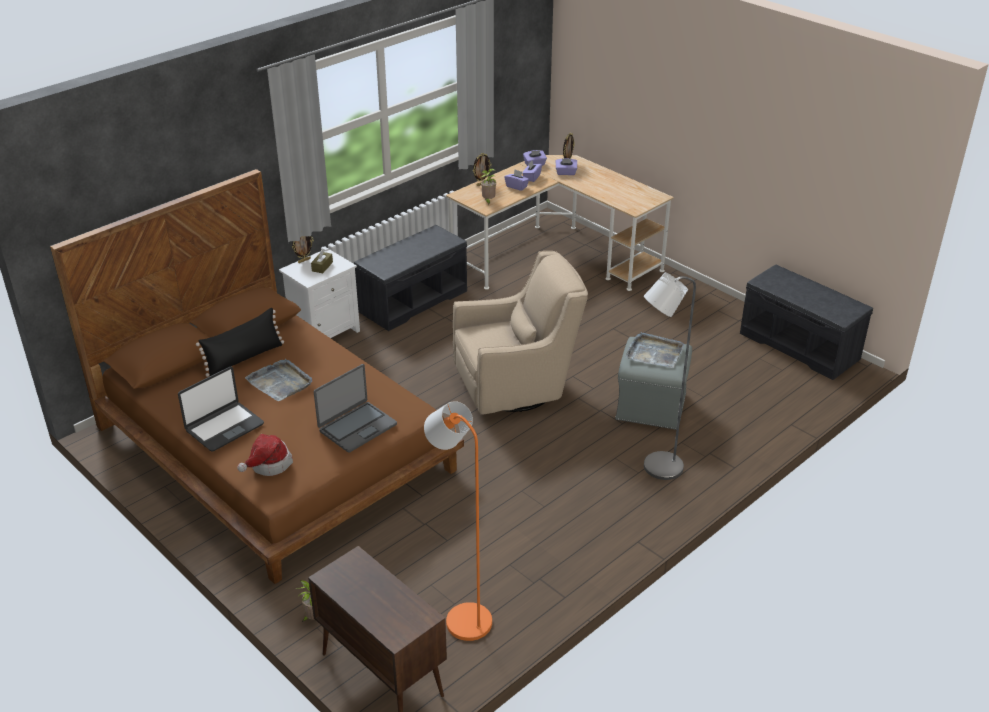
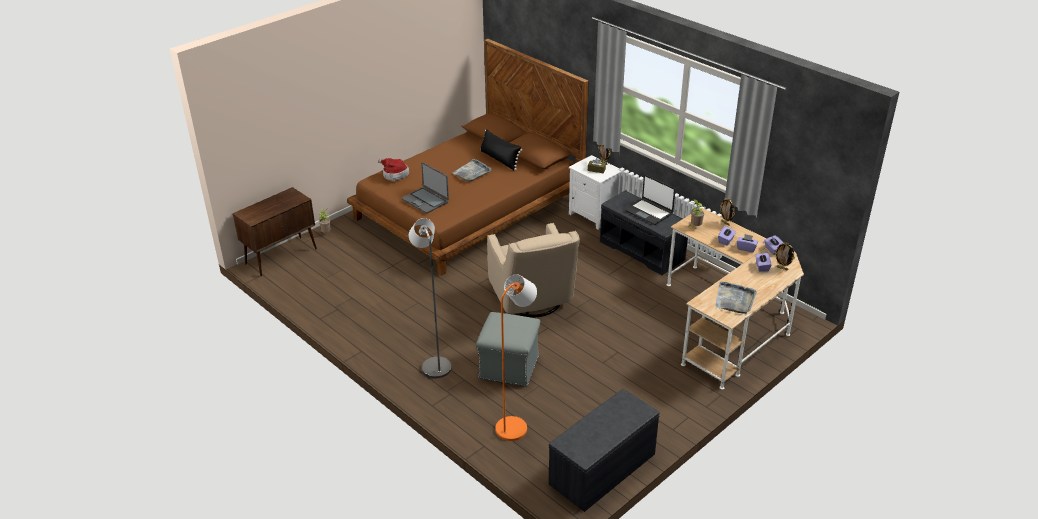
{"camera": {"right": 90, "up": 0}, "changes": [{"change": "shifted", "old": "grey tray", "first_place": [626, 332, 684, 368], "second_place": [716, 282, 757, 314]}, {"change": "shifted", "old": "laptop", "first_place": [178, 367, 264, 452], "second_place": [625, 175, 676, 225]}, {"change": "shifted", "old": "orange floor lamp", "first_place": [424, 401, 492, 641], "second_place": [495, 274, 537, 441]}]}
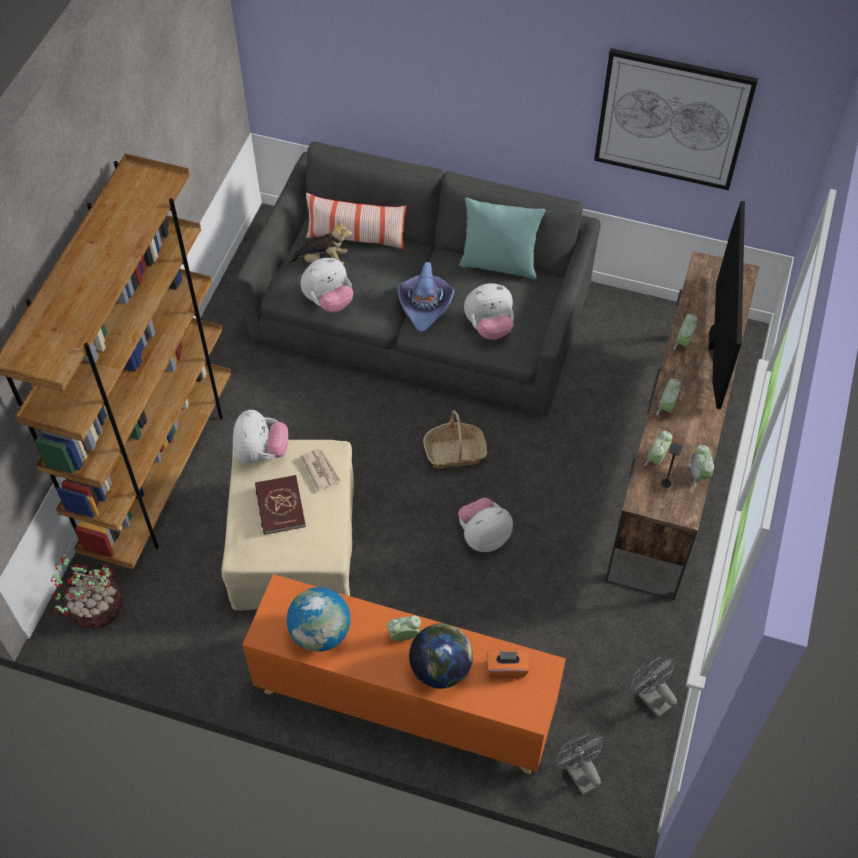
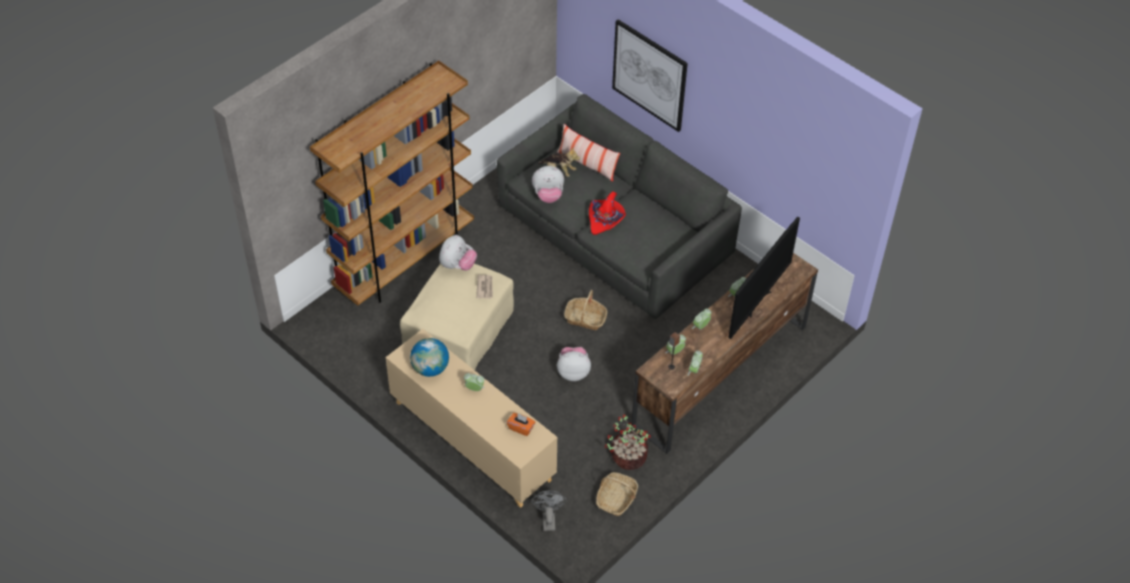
{"camera": {"right": 25, "up": -5}, "changes": [{"change": "shifted", "old": "picture", "first_place": [594, 48, 758, 190], "second_place": [612, 19, 688, 132]}, {"change": "gone", "old": "turquoise pillow", "first_place": [459, 197, 546, 280]}, {"change": "repainted", "old": "purple hat", "new": "red hat", "first_place": [398, 262, 455, 333], "second_place": [589, 191, 626, 235]}, {"change": "gone", "old": "plush toy", "first_place": [464, 283, 514, 340]}, {"change": "gone", "old": "red book", "first_place": [255, 475, 306, 535]}, {"change": "shifted", "old": "potted plant", "first_place": [51, 557, 122, 629], "second_place": [605, 414, 651, 470]}, {"change": "repainted", "old": "orange cabinet", "new": "beige cabinet", "first_place": [242, 574, 566, 774], "second_place": [386, 329, 558, 508]}, {"change": "gone", "old": "globe", "first_place": [409, 623, 473, 689]}, {"change": "swapped", "old": "grey fan", "new": "basket", "first_place": [631, 657, 677, 717], "second_place": [596, 472, 638, 516]}]}
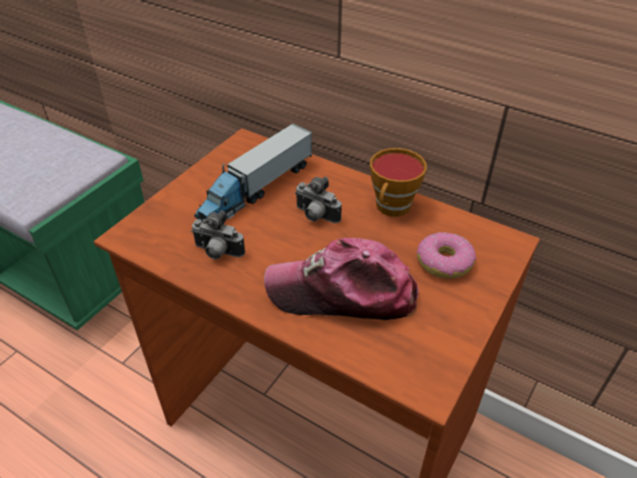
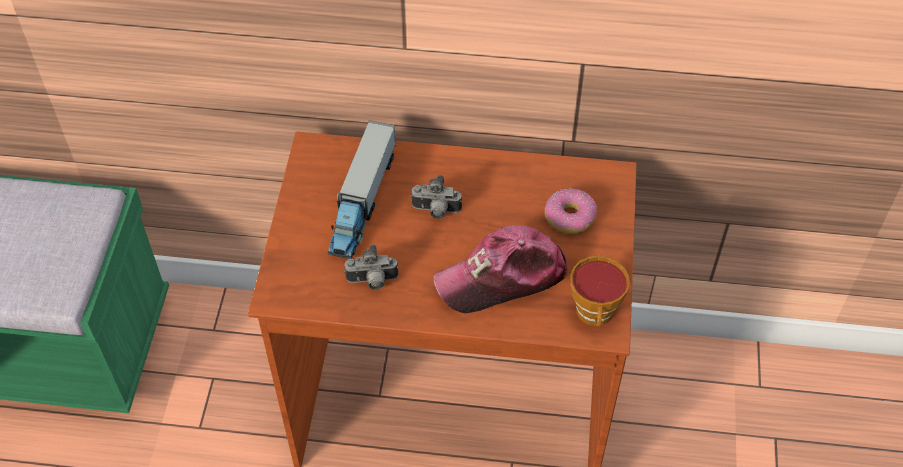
{"camera": {"right": -25, "up": 10}, "changes": [{"change": "shifted", "old": "cup", "first_place": [370, 148, 427, 217], "second_place": [570, 255, 630, 327]}]}
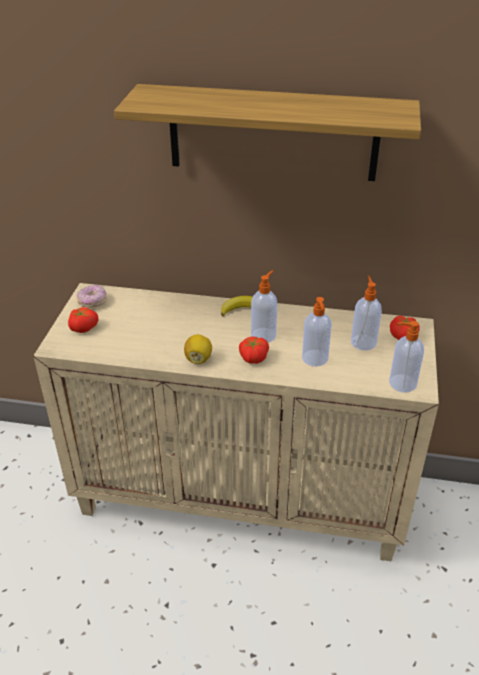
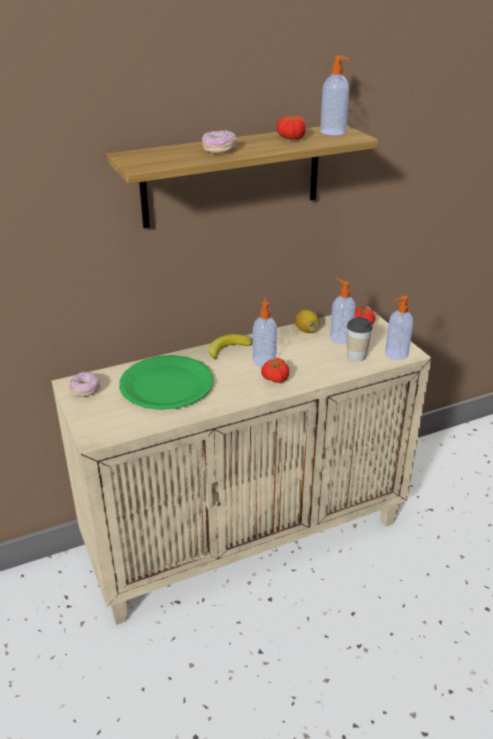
{"camera": {"right": -35, "up": -5}, "changes": [{"change": "shifted", "old": "soap dispenser", "first_place": [302, 297, 332, 367], "second_place": [320, 55, 350, 135]}, {"change": "shifted", "old": "tomato", "first_place": [68, 307, 99, 333], "second_place": [276, 116, 306, 140]}, {"change": "shifted", "old": "lemon", "first_place": [184, 334, 212, 364], "second_place": [294, 310, 319, 333]}, {"change": "new", "new": "donut", "second_place": [202, 130, 237, 154]}, {"change": "new", "new": "cup", "second_place": [347, 317, 373, 361]}, {"change": "new", "new": "green plate", "second_place": [119, 355, 213, 410]}]}
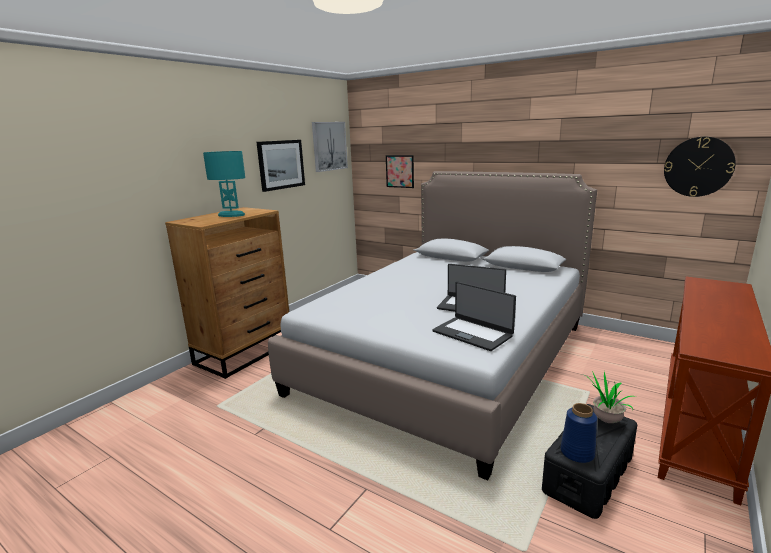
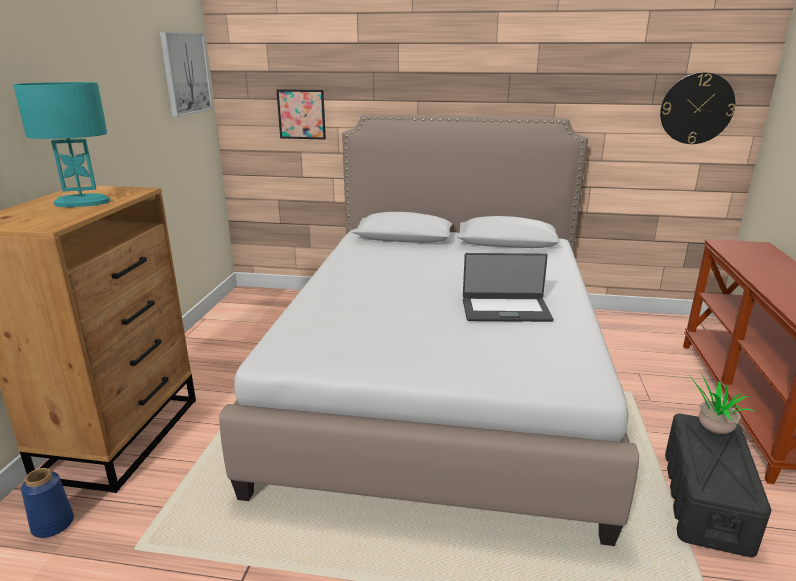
{"camera": {"right": -25, "up": 5}, "changes": [{"change": "gone", "old": "picture", "first_place": [256, 140, 305, 192]}, {"change": "gone", "old": "laptop", "first_place": [432, 282, 516, 351]}, {"change": "shifted", "old": "blue vase", "first_place": [561, 403, 597, 463], "second_place": [21, 468, 74, 538]}]}
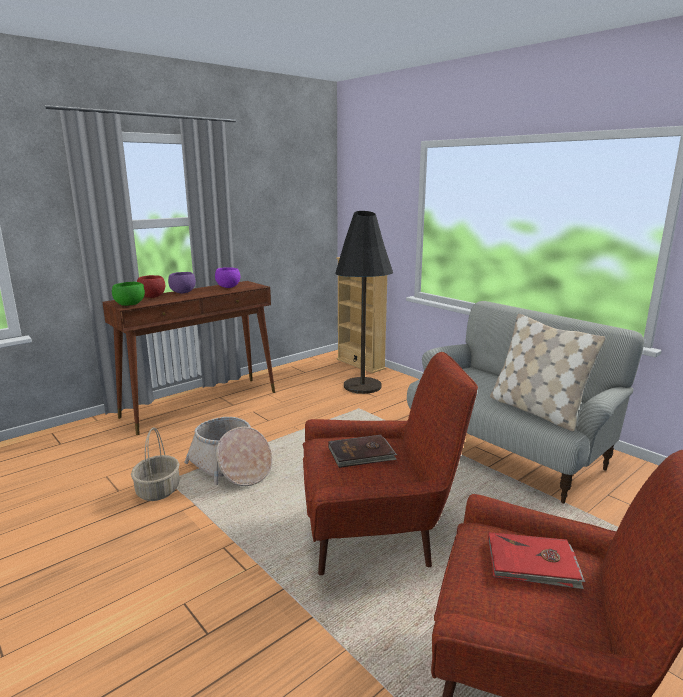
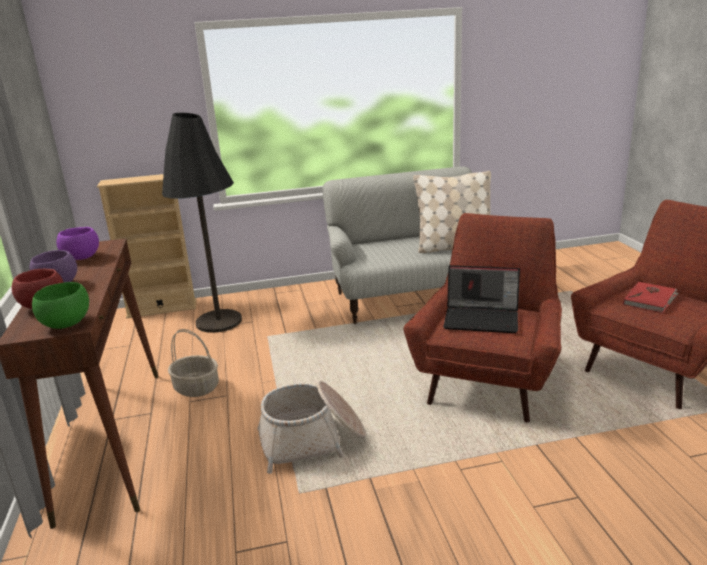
{"camera": {"right": -60, "up": 5}, "changes": [{"change": "shifted", "old": "basket", "first_place": [131, 427, 180, 501], "second_place": [168, 329, 219, 397]}, {"change": "swapped", "old": "brown book", "new": "laptop", "first_place": [328, 435, 397, 468], "second_place": [443, 265, 520, 333]}]}
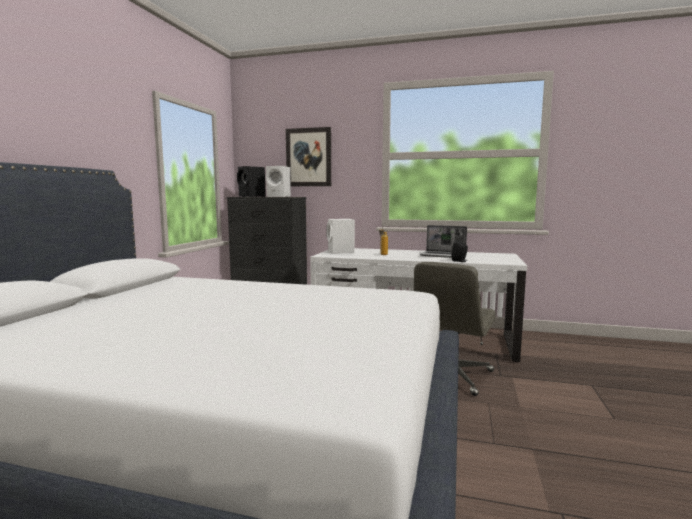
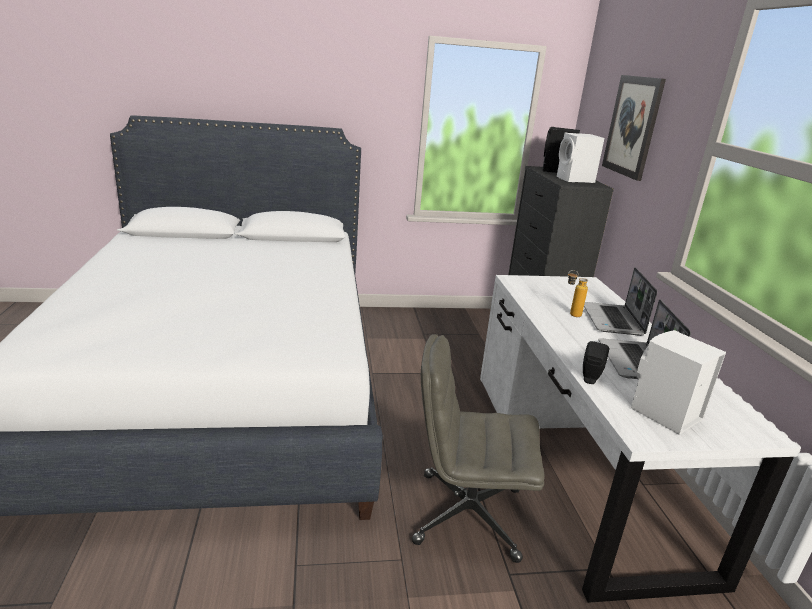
{"camera": {"right": 65, "up": 15}, "changes": [{"change": "shifted", "old": "white speaker", "first_place": [327, 219, 355, 254], "second_place": [631, 330, 726, 435]}, {"change": "new", "new": "laptop", "second_place": [584, 267, 657, 336]}]}
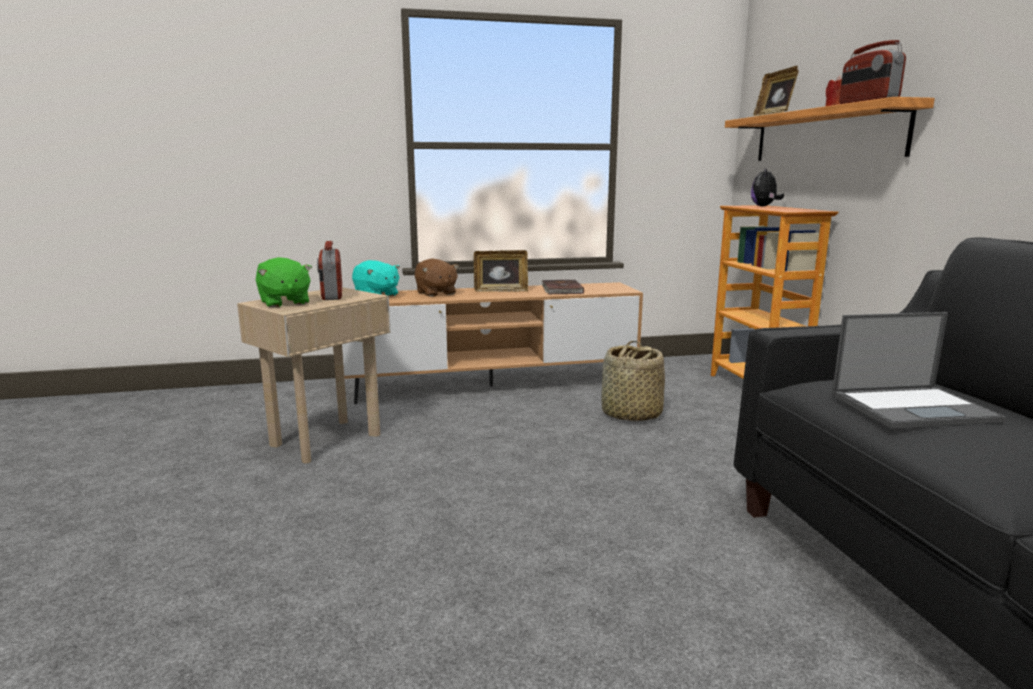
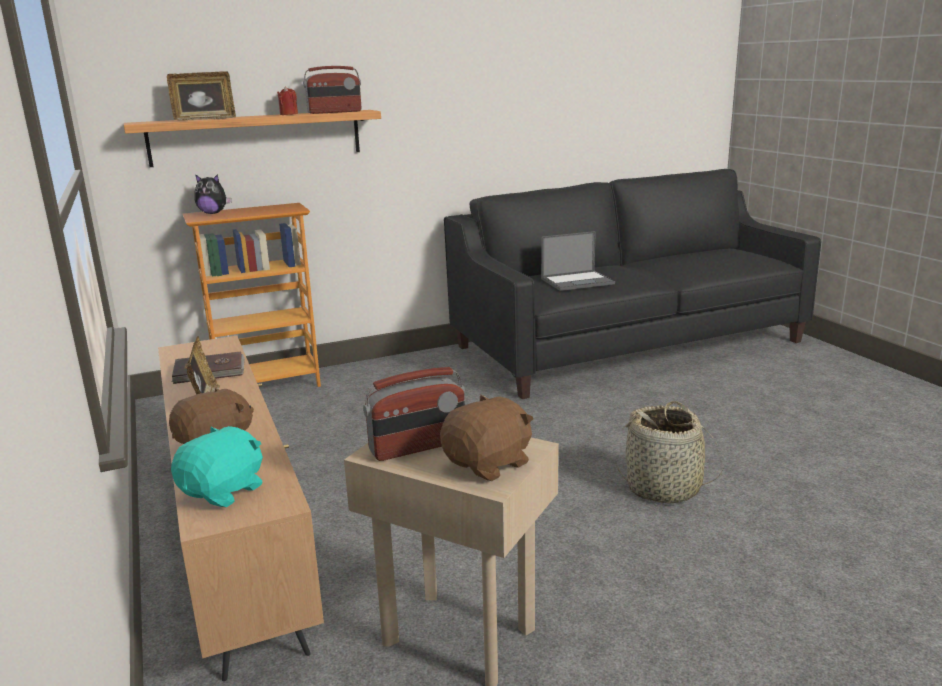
{"camera": {"right": -100, "up": 5}, "changes": [{"change": "repainted", "old": "green plush toy", "new": "brown plush toy", "first_place": [256, 257, 312, 308], "second_place": [440, 395, 534, 481]}, {"change": "rotated", "old": "laptop", "first_place": [832, 312, 1006, 429], "second_place": [541, 231, 615, 291], "degrees": 90}, {"change": "shifted", "old": "basket", "first_place": [601, 341, 665, 421], "second_place": [617, 401, 724, 504]}]}
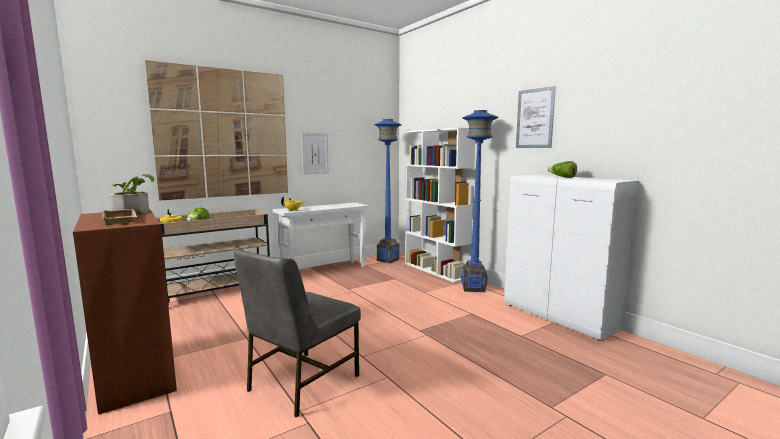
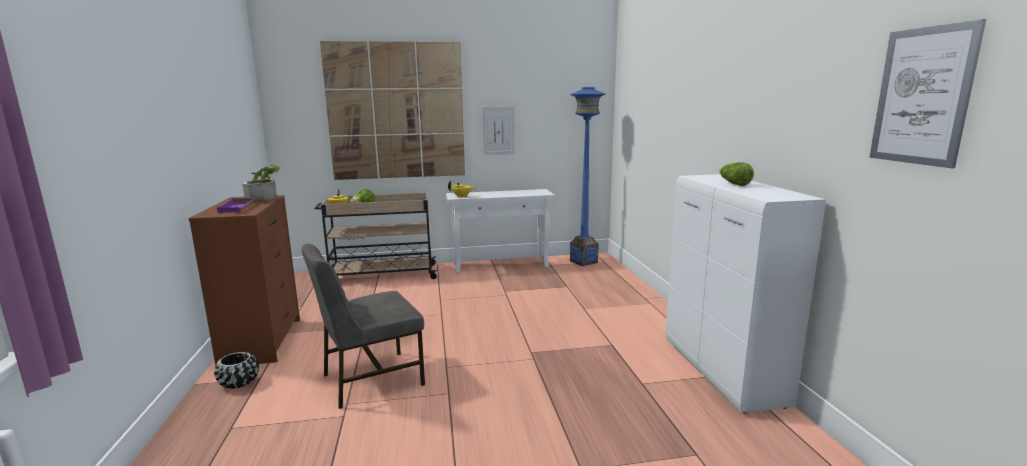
{"camera": {"right": 25, "up": 5}, "changes": [{"change": "shifted", "old": "picture", "first_place": [516, 86, 556, 148], "second_place": [870, 19, 986, 168]}, {"change": "gone", "old": "blue floor lamp", "first_place": [461, 110, 499, 292]}, {"change": "gone", "old": "white bookcase", "first_place": [405, 128, 475, 283]}, {"change": "repainted", "old": "beige tray", "new": "purple tray", "first_place": [102, 209, 137, 225], "second_place": [216, 197, 256, 213]}, {"change": "new", "new": "black planter", "second_place": [214, 352, 259, 389]}]}
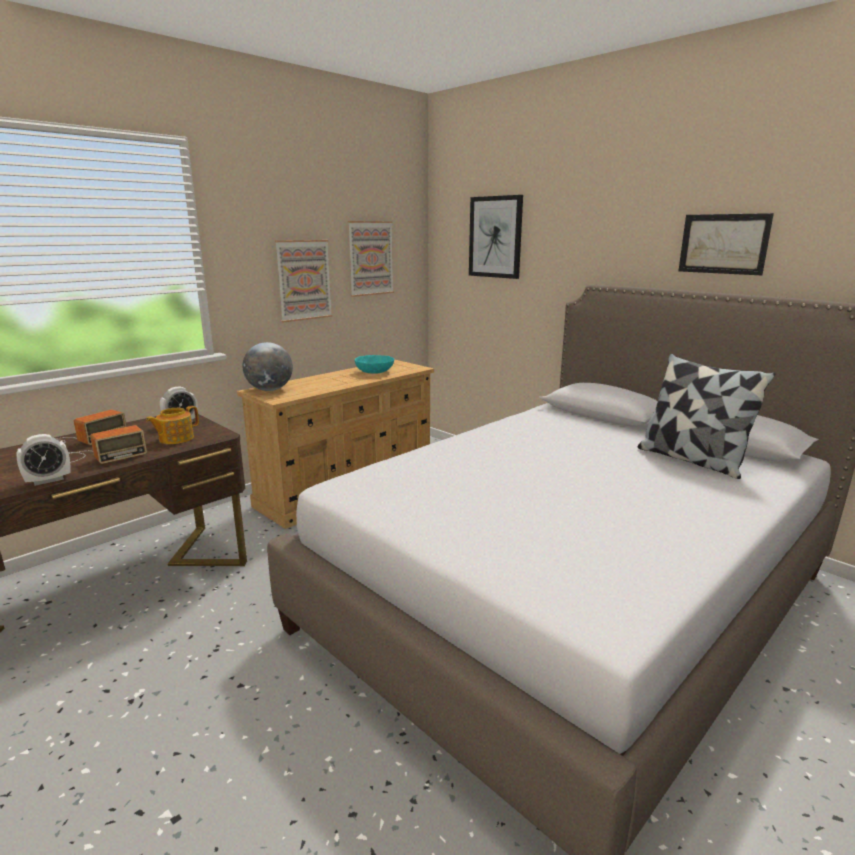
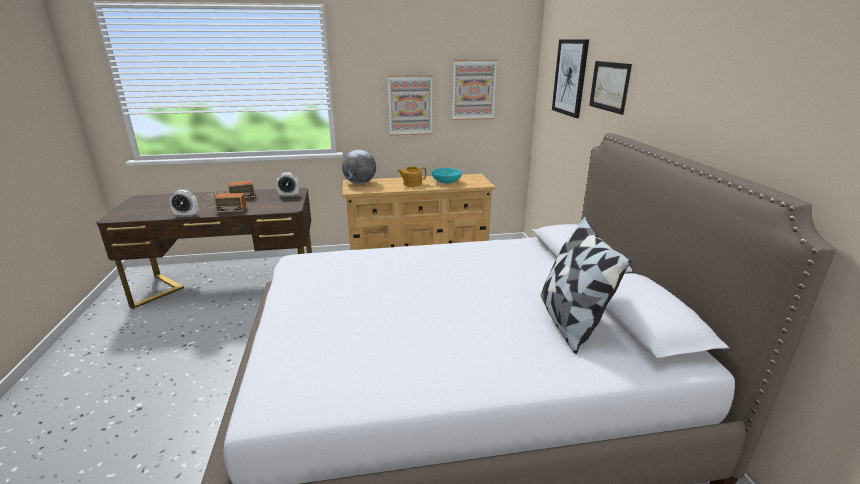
{"camera": {"right": 35, "up": 5}, "changes": [{"change": "shifted", "old": "picture", "first_place": [678, 213, 774, 275], "second_place": [589, 61, 632, 115]}, {"change": "shifted", "old": "teapot", "first_place": [146, 406, 199, 444], "second_place": [397, 167, 426, 187]}]}
